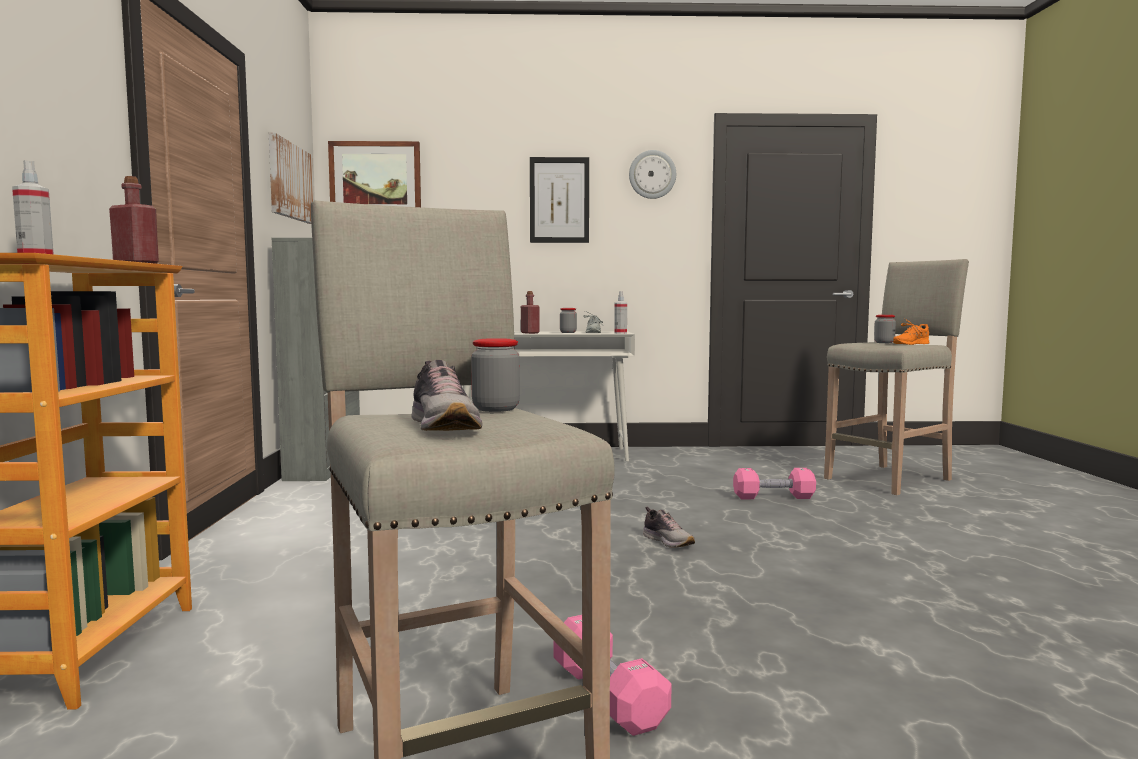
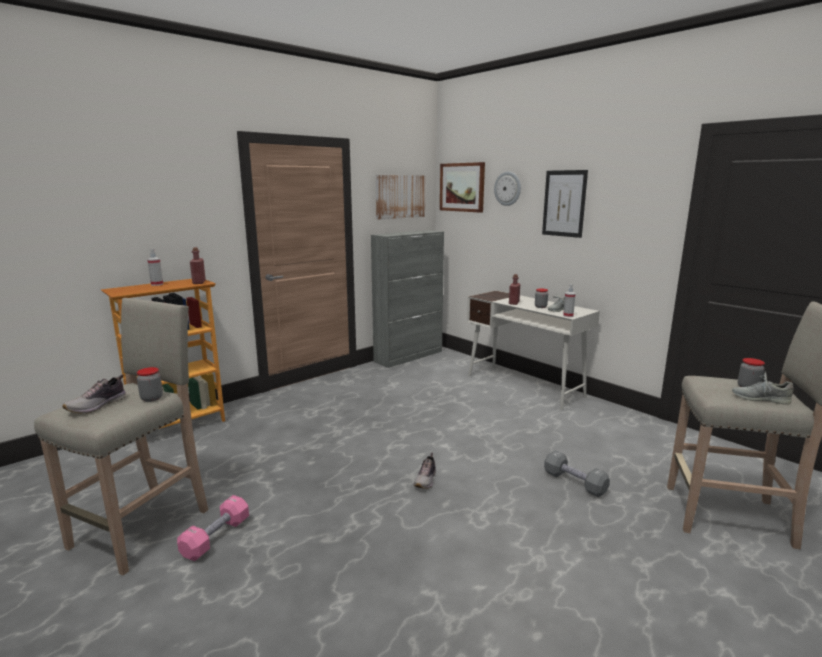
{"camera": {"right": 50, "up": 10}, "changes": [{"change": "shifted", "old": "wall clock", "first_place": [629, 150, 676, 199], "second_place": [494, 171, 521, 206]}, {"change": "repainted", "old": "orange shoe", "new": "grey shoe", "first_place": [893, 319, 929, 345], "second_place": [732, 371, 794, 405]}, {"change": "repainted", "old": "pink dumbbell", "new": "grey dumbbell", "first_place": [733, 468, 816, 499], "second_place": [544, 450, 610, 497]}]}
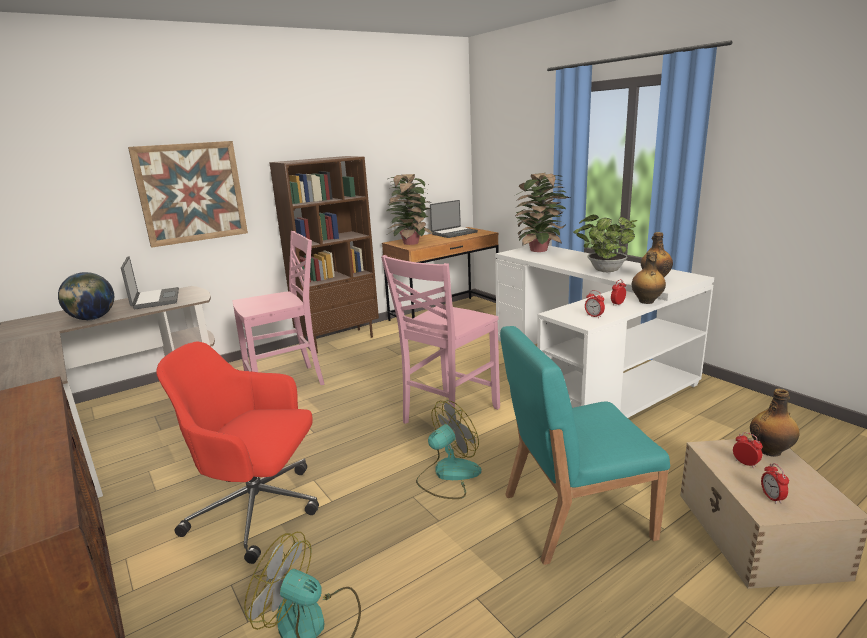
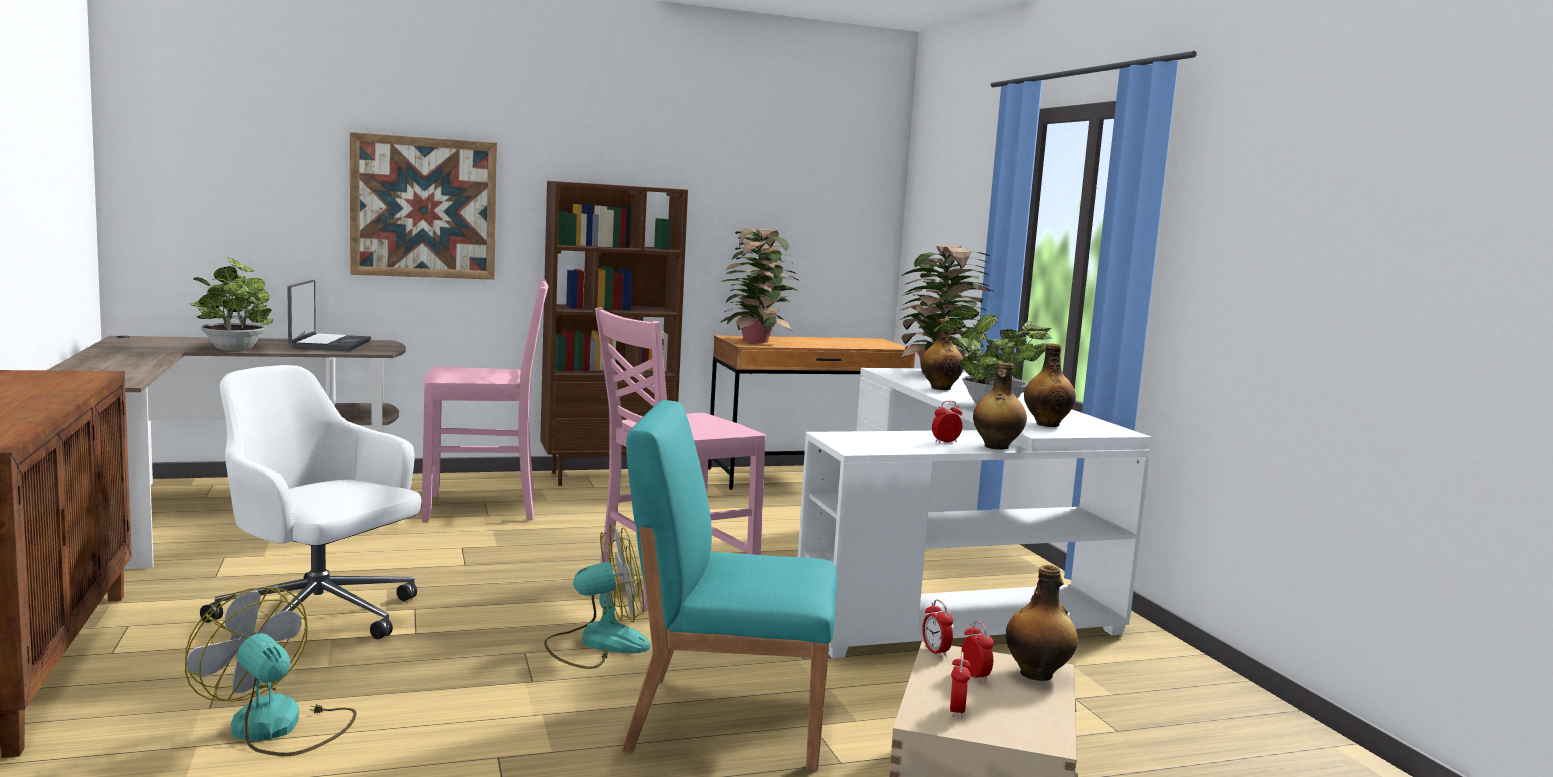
{"camera": {"right": 15, "up": -10}, "changes": [{"change": "gone", "old": "laptop", "first_place": [430, 200, 478, 238]}, {"change": "swapped", "old": "globe", "new": "potted plant", "first_place": [58, 272, 114, 320], "second_place": [190, 257, 273, 351]}, {"change": "shifted", "old": "alarm clock", "first_place": [585, 290, 605, 318], "second_place": [922, 599, 953, 657]}, {"change": "repainted", "old": "red office chair", "new": "white office chair", "first_place": [156, 341, 319, 564], "second_place": [200, 365, 421, 639]}, {"change": "new", "new": "bottle", "second_place": [920, 319, 964, 390]}]}
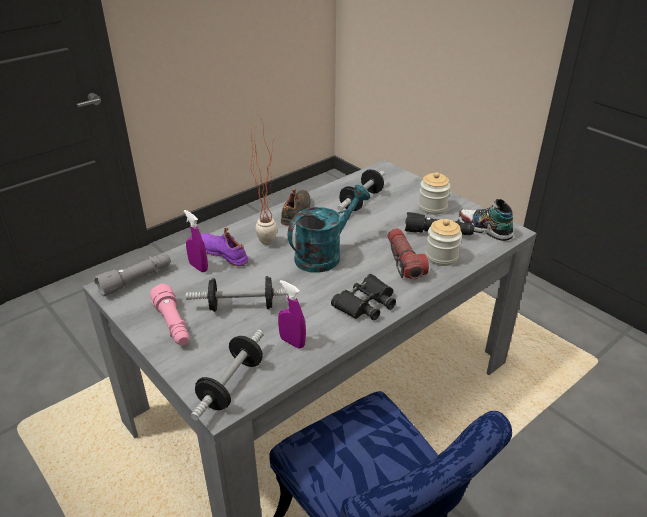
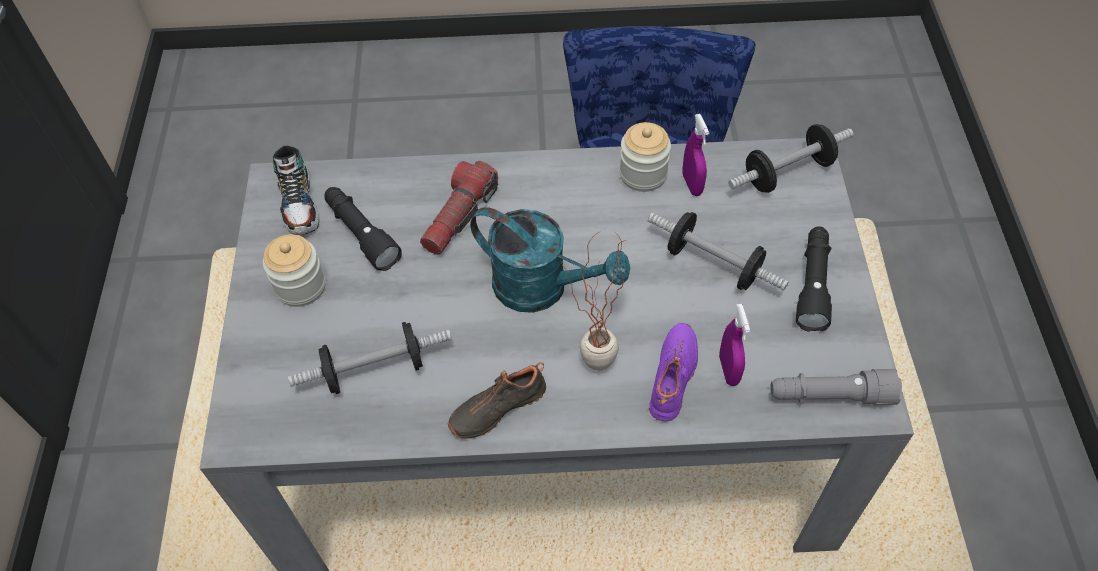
{"camera": {"right": -140, "up": 20}, "changes": [{"change": "rotated", "old": "turquoise watering can", "first_place": [288, 185, 370, 273], "second_place": [470, 207, 630, 313], "degrees": -150}, {"change": "shifted", "old": "jar", "first_place": [426, 219, 462, 266], "second_place": [619, 122, 671, 192]}, {"change": "rotated", "old": "purple shoe", "first_place": [201, 227, 248, 267], "second_place": [649, 323, 698, 422], "degrees": -150}, {"change": "gone", "old": "black binoculars", "first_place": [331, 274, 396, 321]}, {"change": "repainted", "old": "pink flashlight", "new": "black flashlight", "first_place": [150, 284, 189, 345], "second_place": [796, 226, 832, 332]}]}
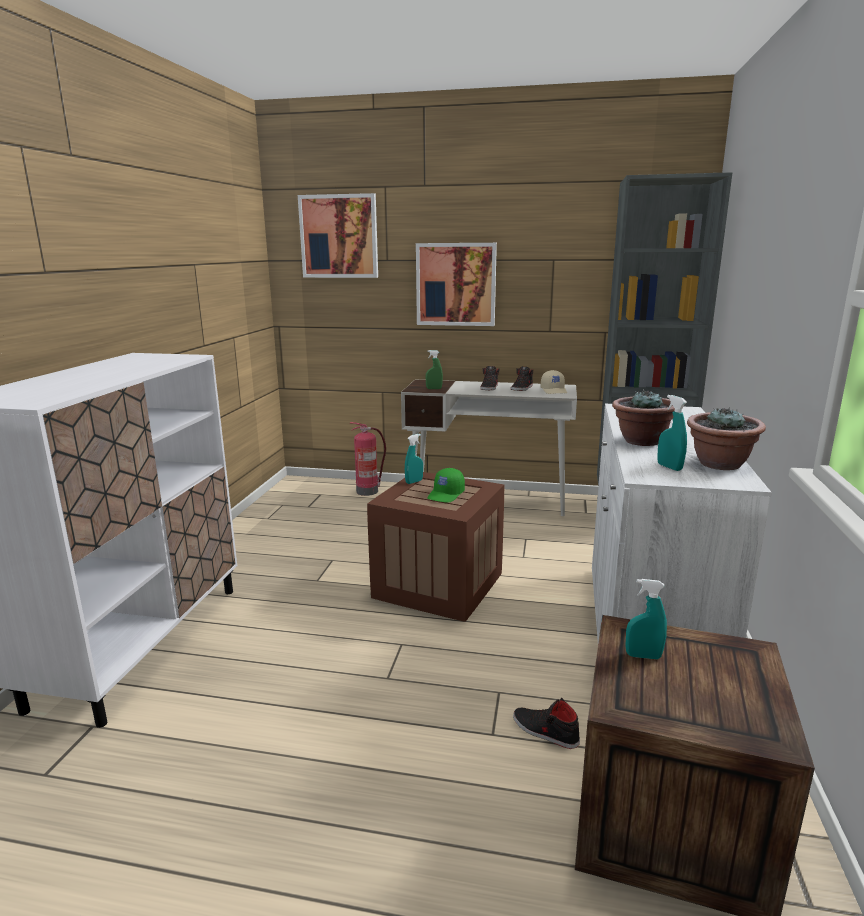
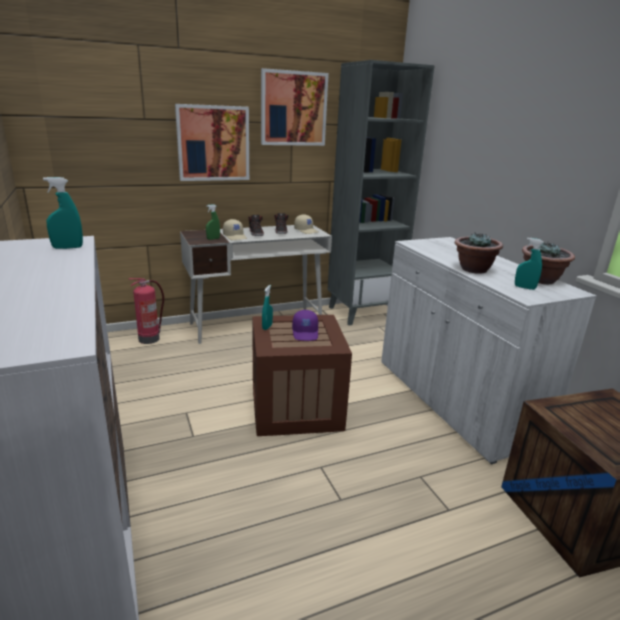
{"camera": {"right": -35, "up": 5}, "changes": [{"change": "shifted", "old": "picture", "first_place": [298, 193, 378, 278], "second_place": [261, 68, 329, 146]}, {"change": "repainted", "old": "green cap", "new": "purple cap", "first_place": [427, 468, 465, 503], "second_place": [292, 310, 318, 341]}, {"change": "shifted", "old": "turquoise spray bottle", "first_place": [626, 579, 667, 659], "second_place": [43, 177, 83, 249]}, {"change": "gone", "old": "black shoe", "first_place": [513, 698, 580, 749]}, {"change": "new", "new": "beige cap", "second_place": [223, 219, 247, 240]}]}
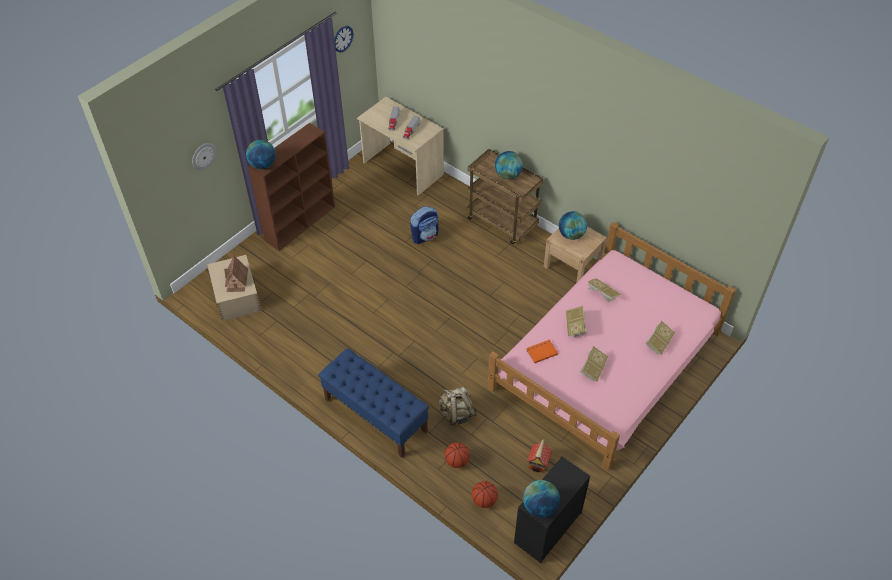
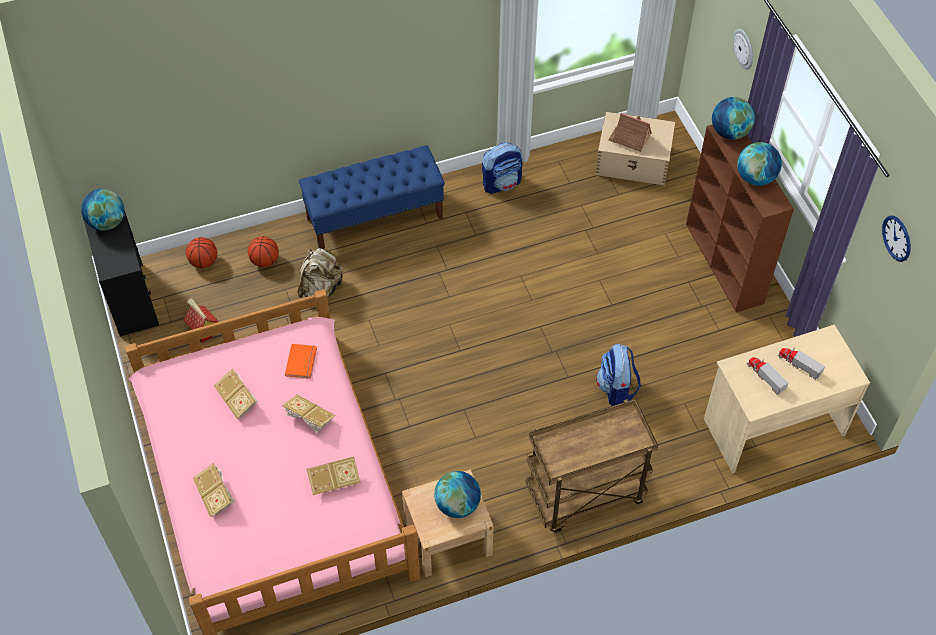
{"camera": {"right": 120, "up": 5}, "changes": [{"change": "shifted", "old": "globe", "first_place": [495, 151, 523, 179], "second_place": [737, 142, 782, 186]}, {"change": "new", "new": "backpack", "second_place": [482, 142, 523, 194]}]}
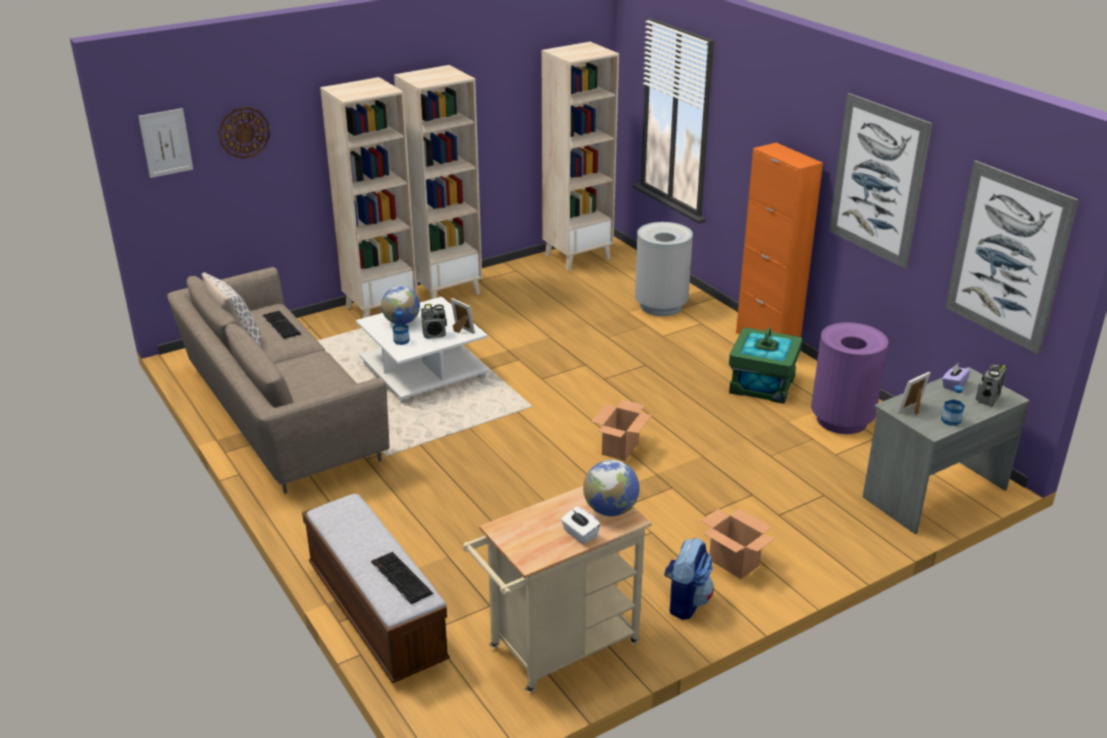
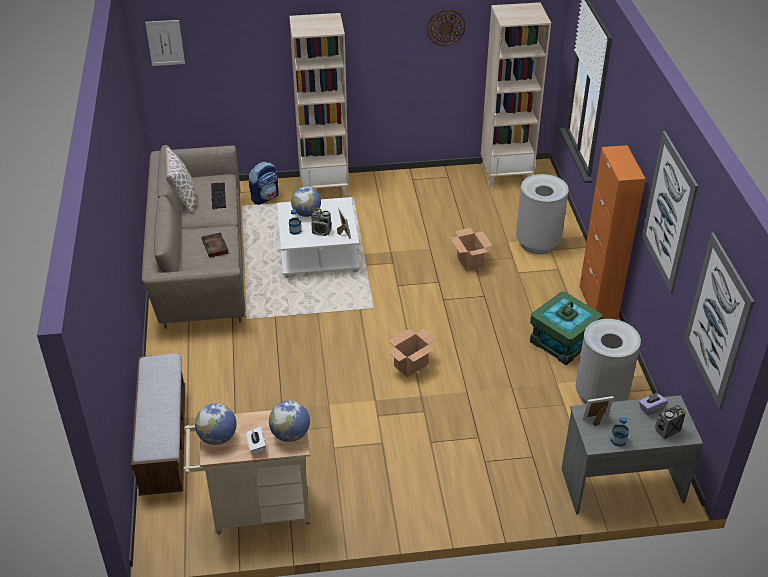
{"camera": {"right": 25, "up": 10}, "changes": [{"change": "gone", "old": "beige bookcase", "first_place": [394, 65, 482, 300]}, {"change": "shifted", "old": "wall clock", "first_place": [218, 107, 270, 159], "second_place": [427, 10, 466, 46]}, {"change": "repainted", "old": "purple trash can", "new": "grey trash can", "first_place": [811, 322, 888, 434], "second_place": [576, 319, 641, 404]}, {"change": "shifted", "old": "cardboard box", "first_place": [701, 509, 775, 579], "second_place": [450, 228, 493, 271]}, {"change": "shifted", "old": "backpack", "first_place": [664, 538, 714, 620], "second_place": [249, 162, 278, 205]}, {"change": "gone", "old": "keyboard", "first_place": [371, 552, 433, 605]}, {"change": "new", "new": "book", "second_place": [202, 232, 229, 258]}, {"change": "new", "new": "globe", "second_place": [195, 404, 237, 445]}]}
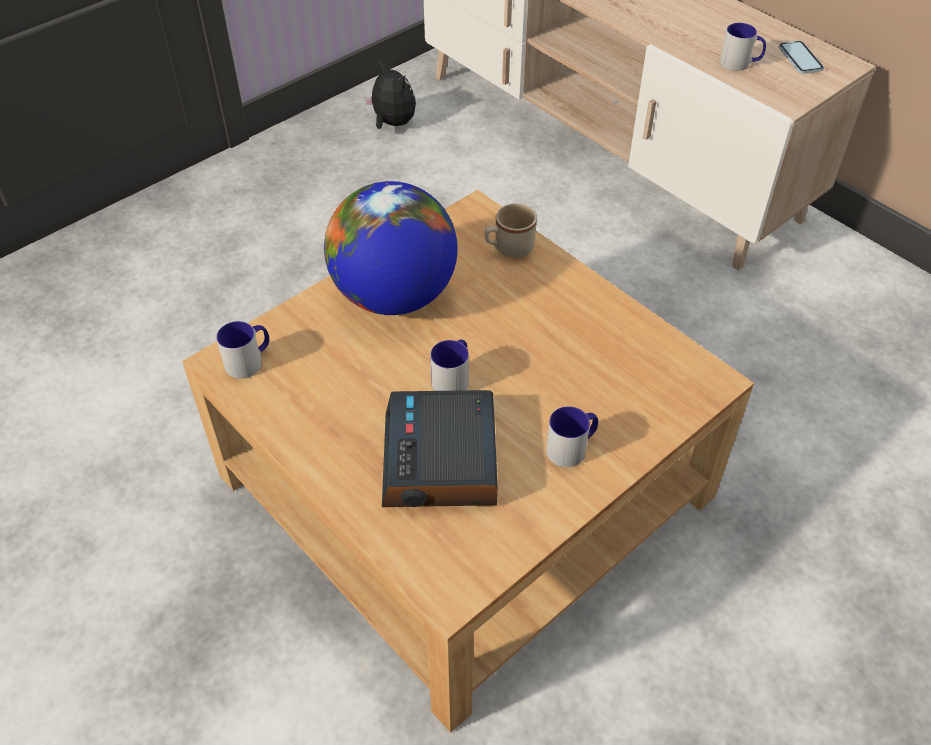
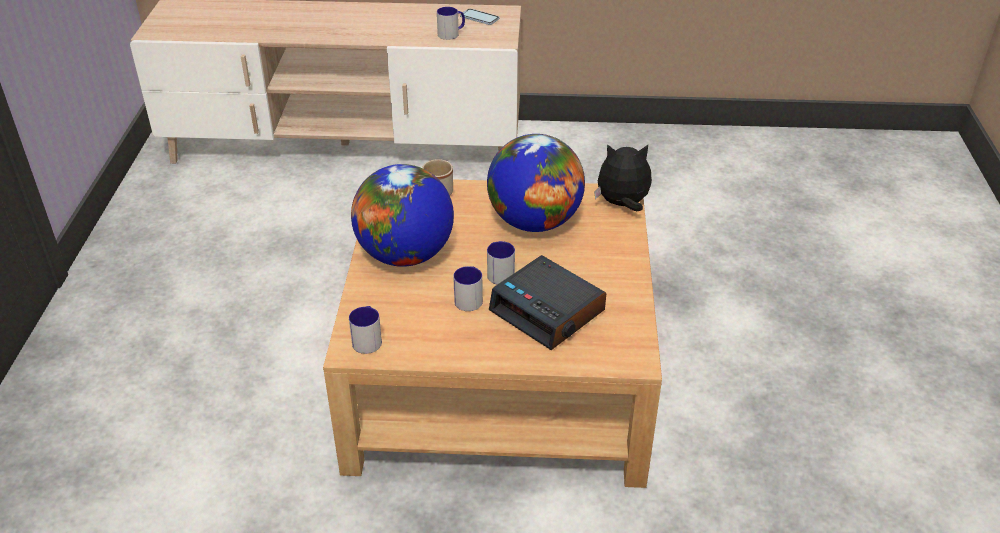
{"camera": {"right": -45, "up": -10}, "changes": [{"change": "shifted", "old": "plush toy", "first_place": [364, 61, 416, 129], "second_place": [594, 144, 652, 211]}, {"change": "shifted", "old": "mug", "first_place": [546, 406, 598, 467], "second_place": [453, 266, 483, 311]}, {"change": "new", "new": "globe", "second_place": [487, 134, 585, 232]}]}
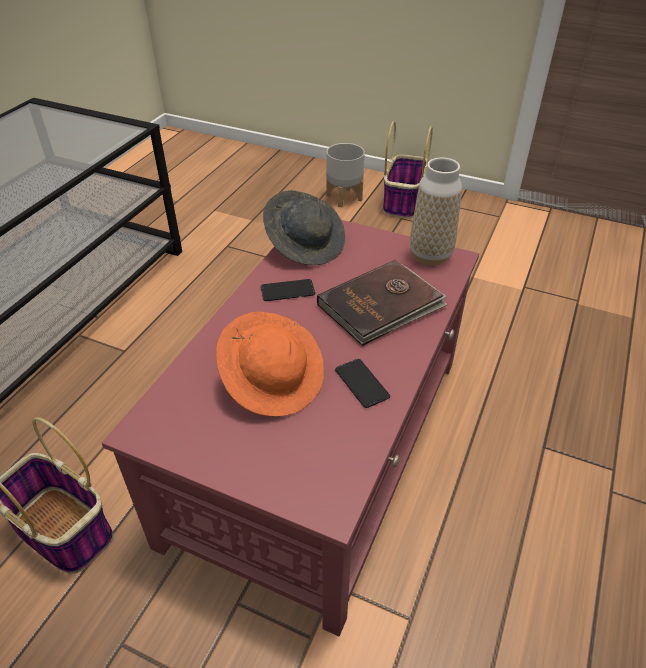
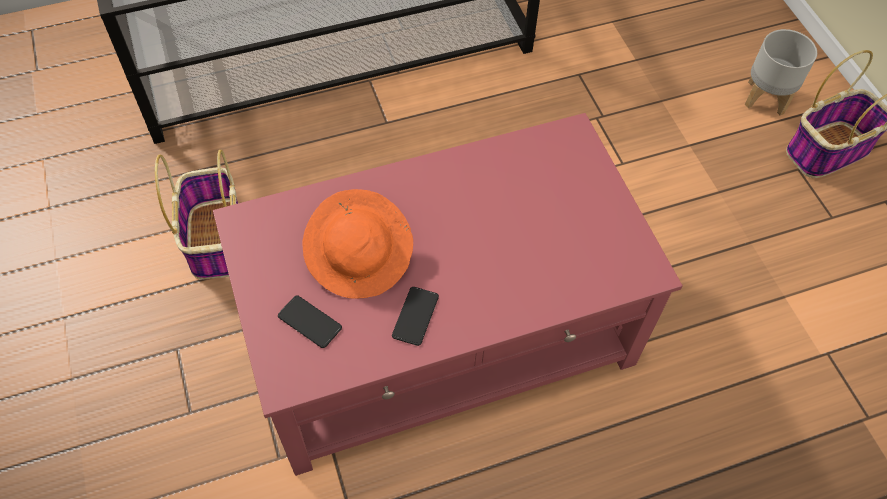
{"camera": {"right": 45, "up": 15}, "changes": [{"change": "gone", "old": "vase", "first_place": [410, 157, 462, 265]}, {"change": "gone", "old": "grey hat", "first_place": [263, 190, 345, 265]}, {"change": "gone", "old": "brown book", "first_place": [317, 260, 448, 346]}, {"change": "shifted", "old": "phone", "first_place": [261, 279, 315, 301], "second_place": [278, 296, 342, 348]}]}
